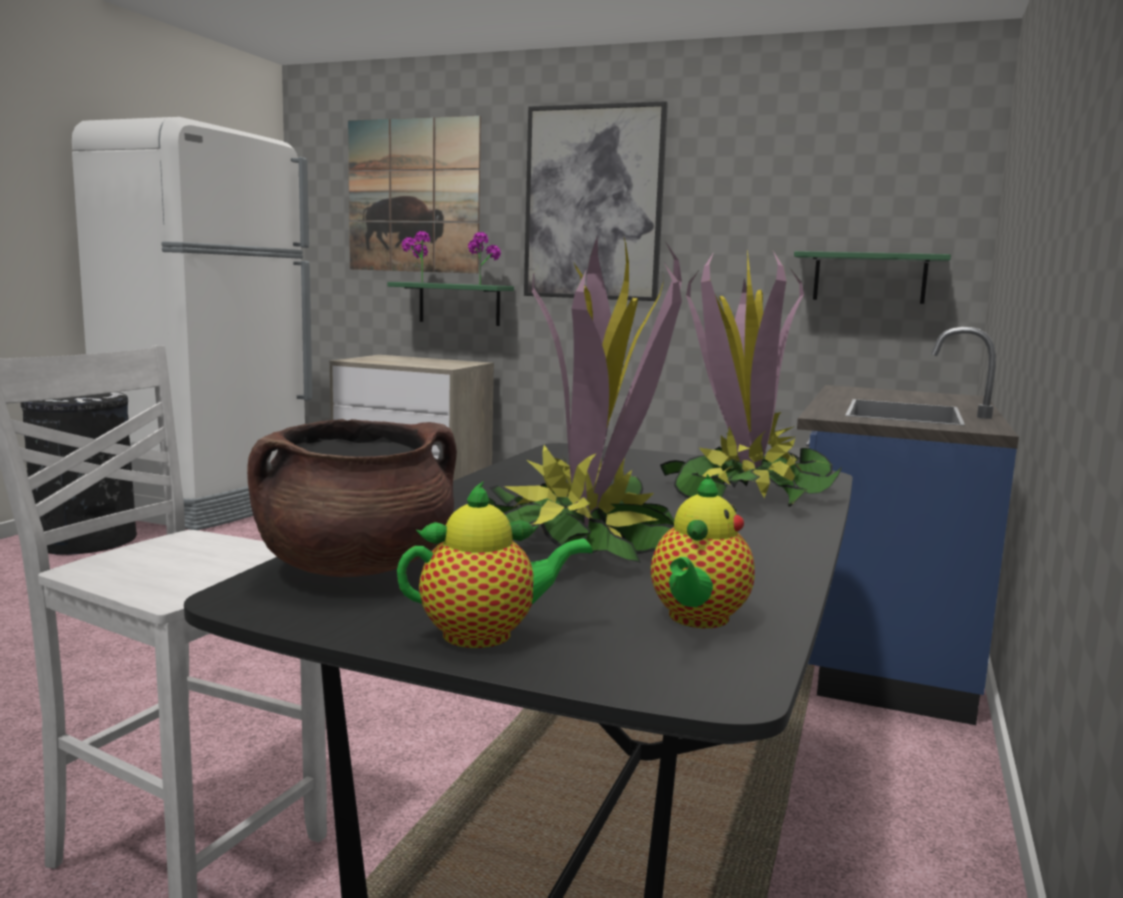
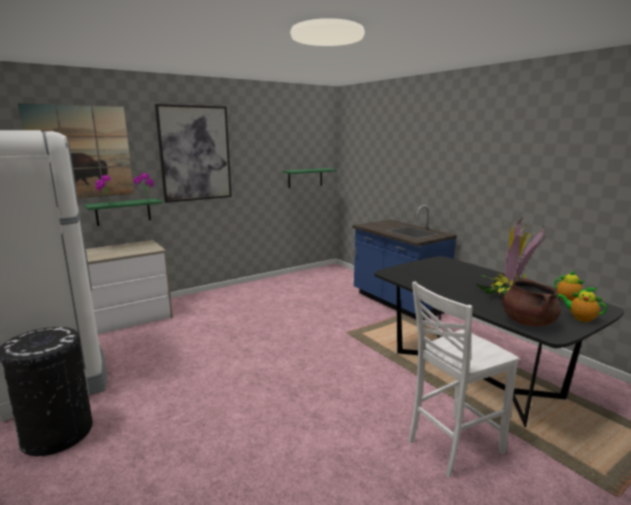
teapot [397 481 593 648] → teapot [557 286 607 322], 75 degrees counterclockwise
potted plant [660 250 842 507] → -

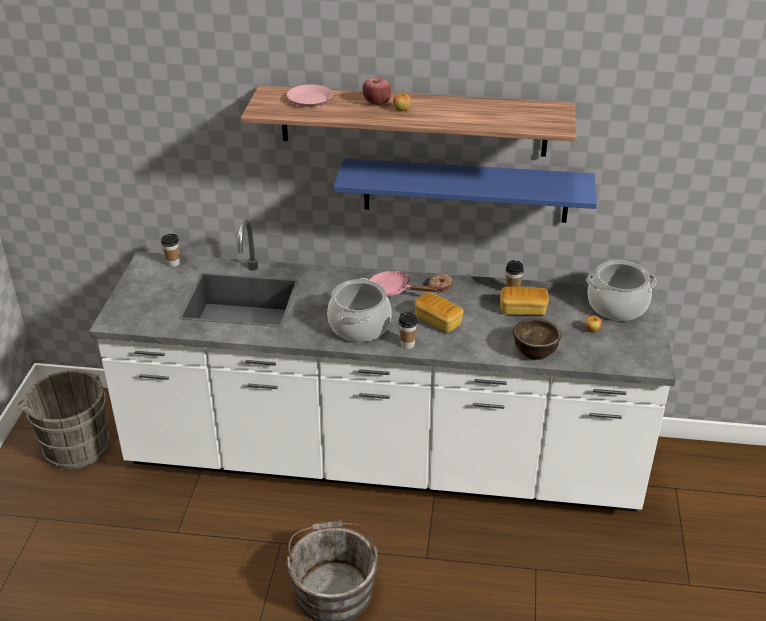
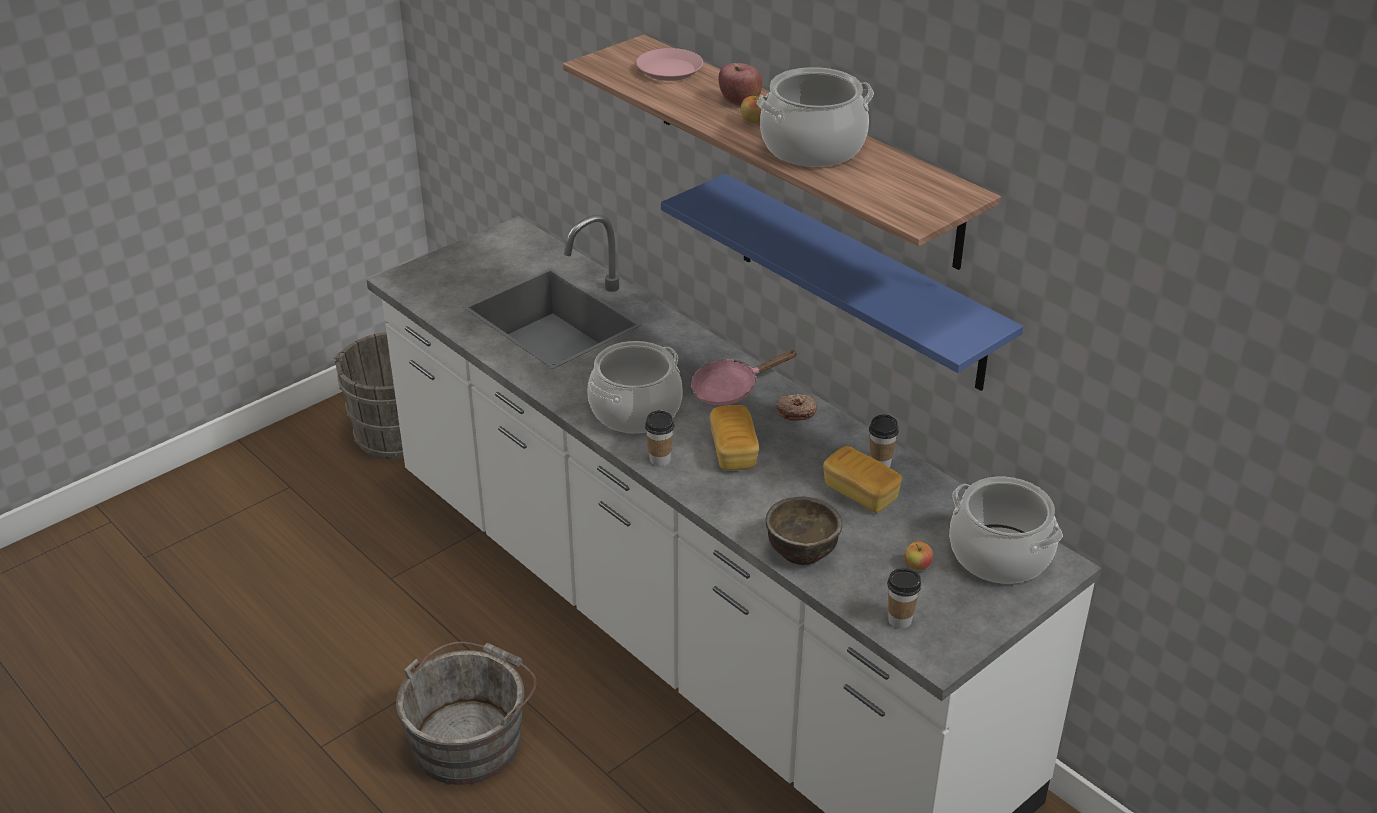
cup [161 234 180 267] → cup [887 568 921 629], moved
pink frying pan [369 271 438 297] → pink frying pan [691 350 798 405], 90 degrees counterclockwise
- → cooking pot [757 67 874 167]

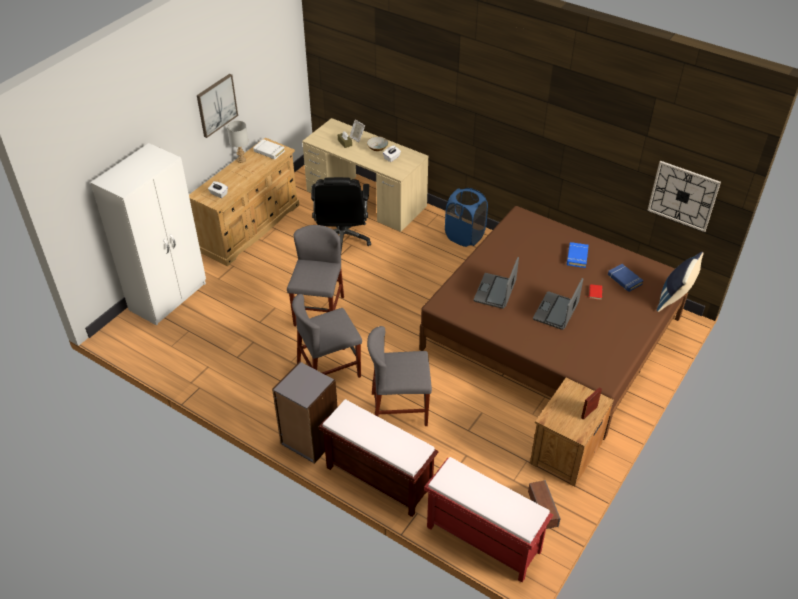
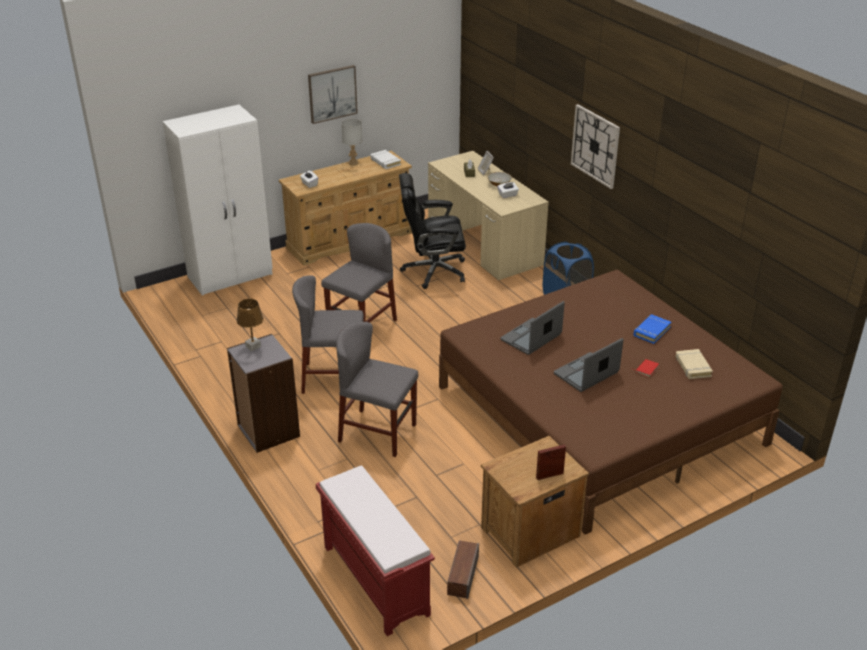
black office chair [311 177 371 252] → black office chair [399 173 466 289], 60 degrees clockwise
brown bench [319 399 438 517] → -
blue book [608 264 644 292] → beige book [675 349 713 379]
wall clock [647 161 721 232] → wall clock [571 104 620 189], moved
blue pillow [657 252 703 312] → -
- → brown table lamp [237 299 264 351]

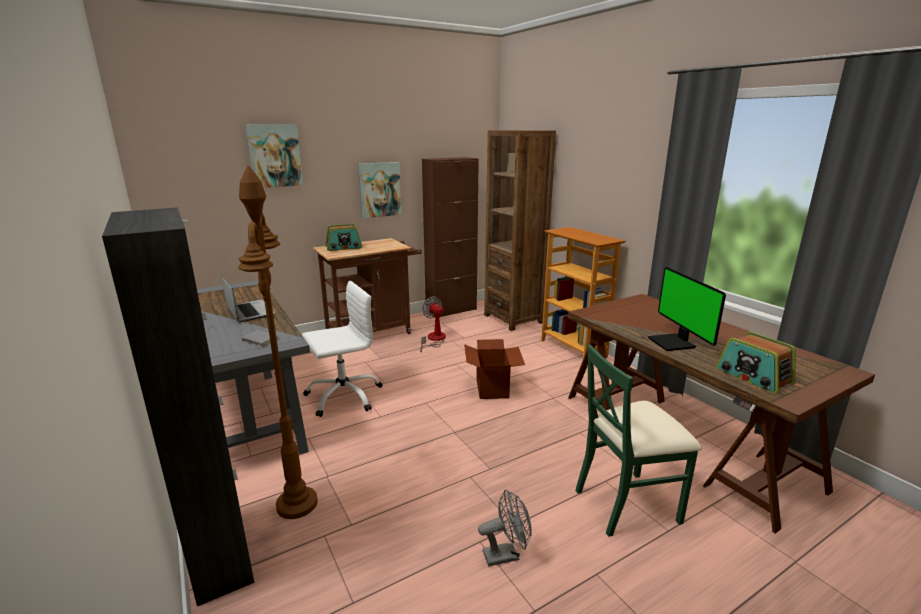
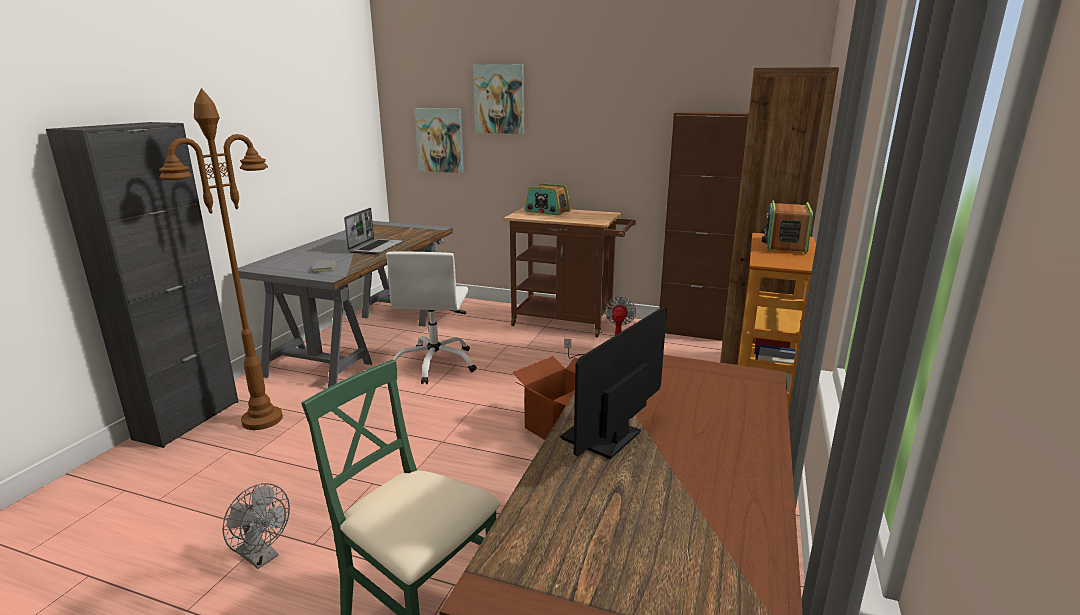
white office chair [302 281 383 417] → white office chair [386 252 477 384], 75 degrees clockwise
picture [358 162 402 219] → picture [414 108 464 173], moved
radio [716 331 796 393] → radio [761 200 813 254], moved

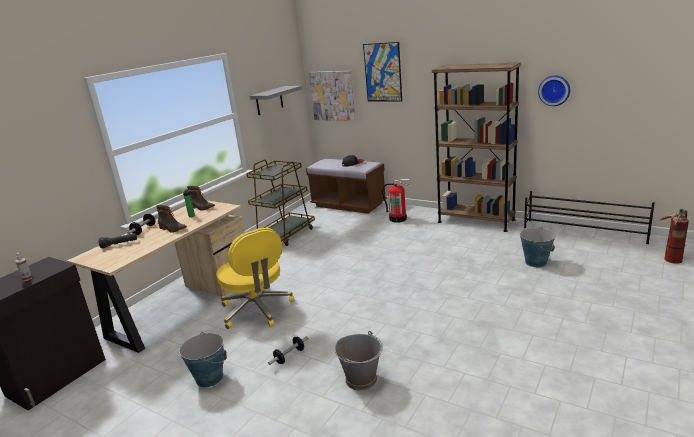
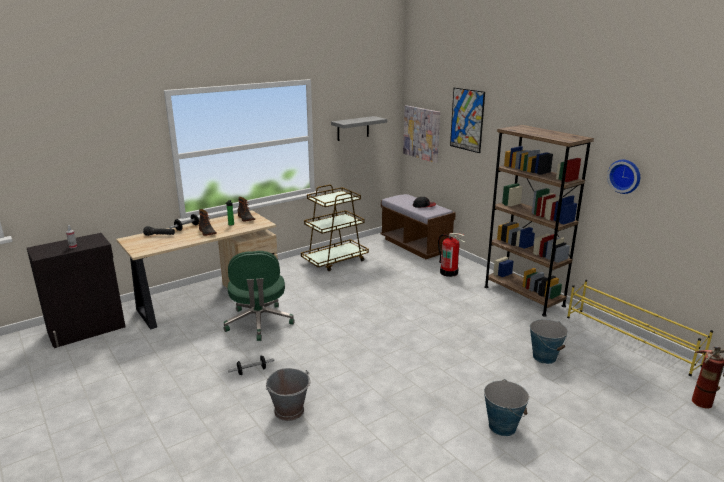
bucket [179 332 227 388] → bucket [484 379 529 436], moved
yellow office chair [216 228 294 329] → green office chair [224 251 294 341]
black shoe rack [524 191 655 244] → yellow shoe rack [567 280 713 376]

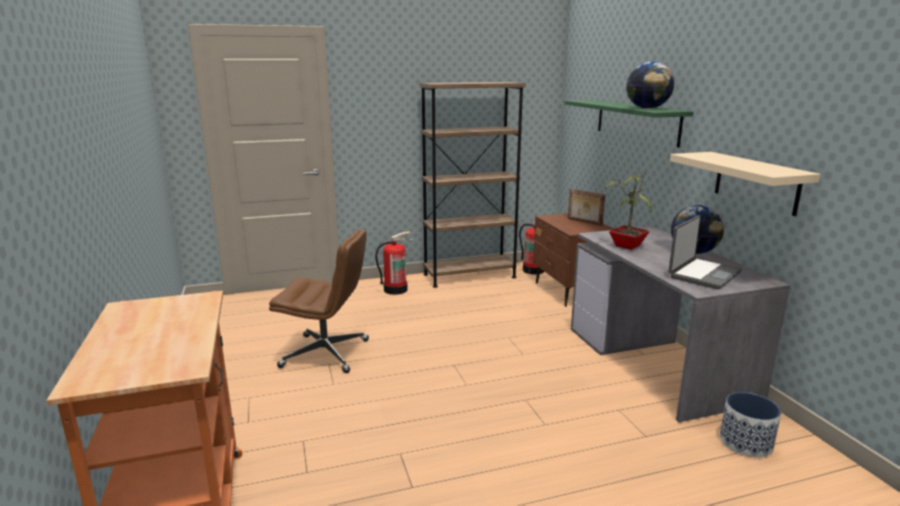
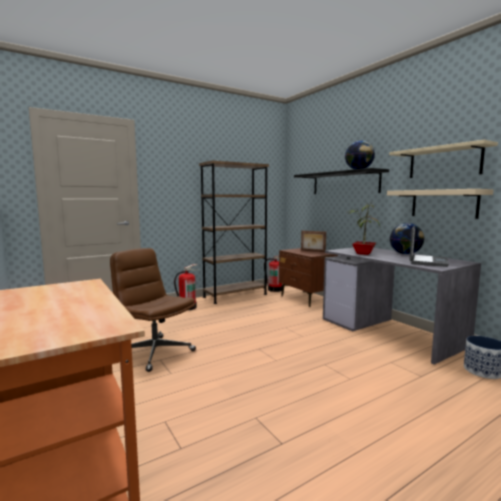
brown office chair [269 229 369 373] → brown office chair [110 248 196 372], 135 degrees counterclockwise
green shelf [564 100 694 147] → black shelf [294 168 389 194]
- → beige shelf [389 140 498 178]

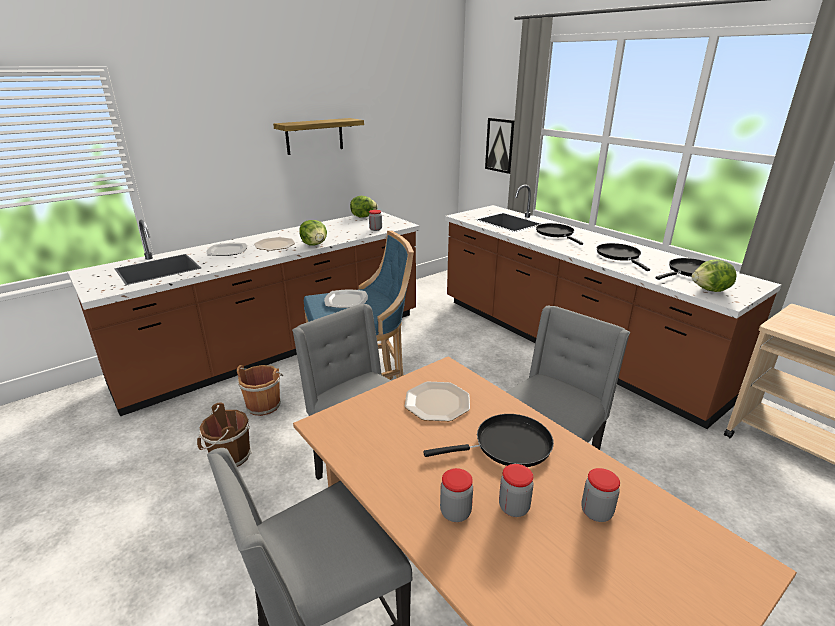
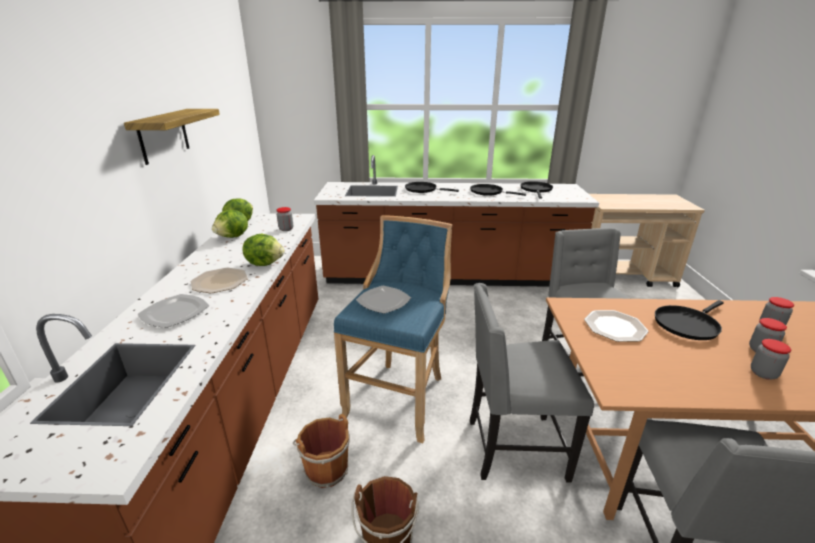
black frying pan [423 414 554 467] → black frying pan [655 300 724 340], 150 degrees counterclockwise
picture [485 118 515 174] → -
lettuce [691 260 737 292] → lettuce [212 210 248 238], moved

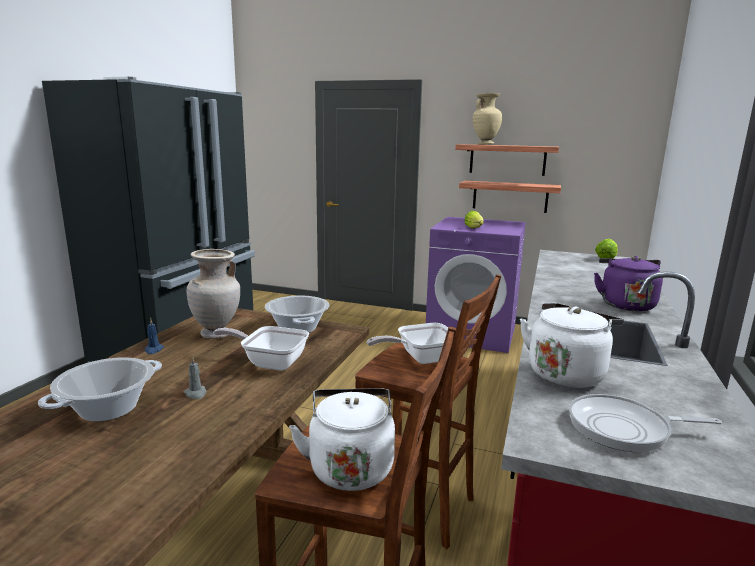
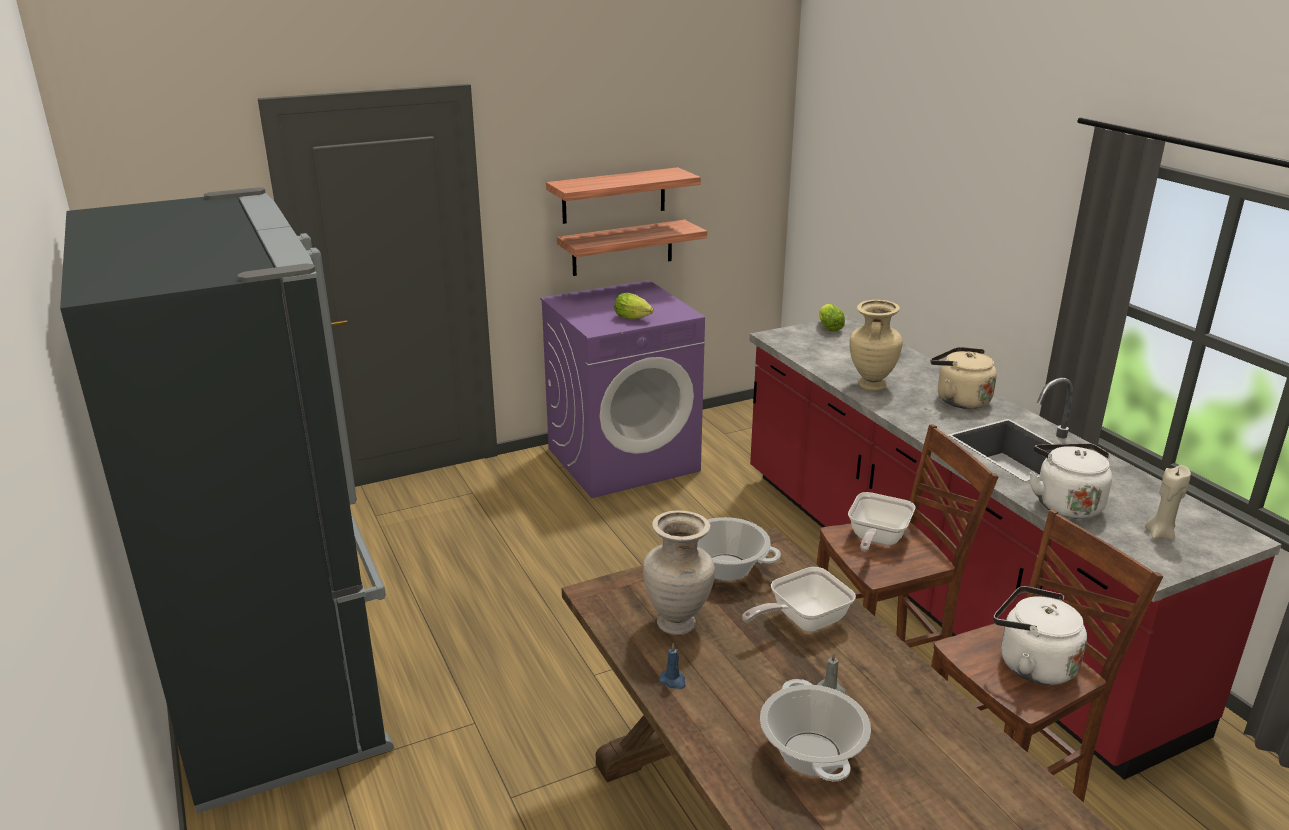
beige vase [472 93 502 145] → beige vase [849 300 902 391], moved
frying pan [569 394 722 452] → beige candle [1145 465 1191 540]
purple kettle [594 256 663 311] → beige kettle [931 347 997 409]

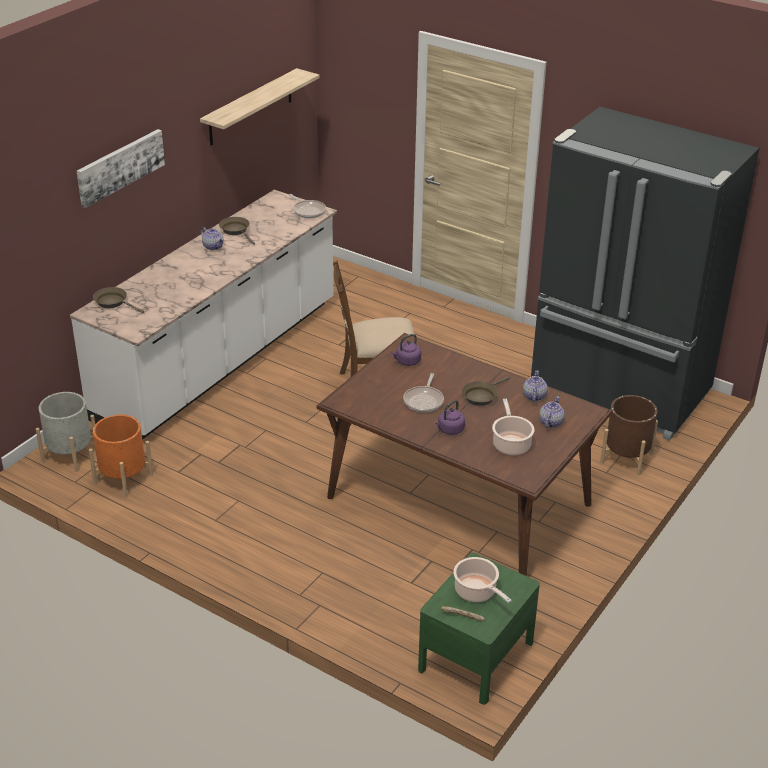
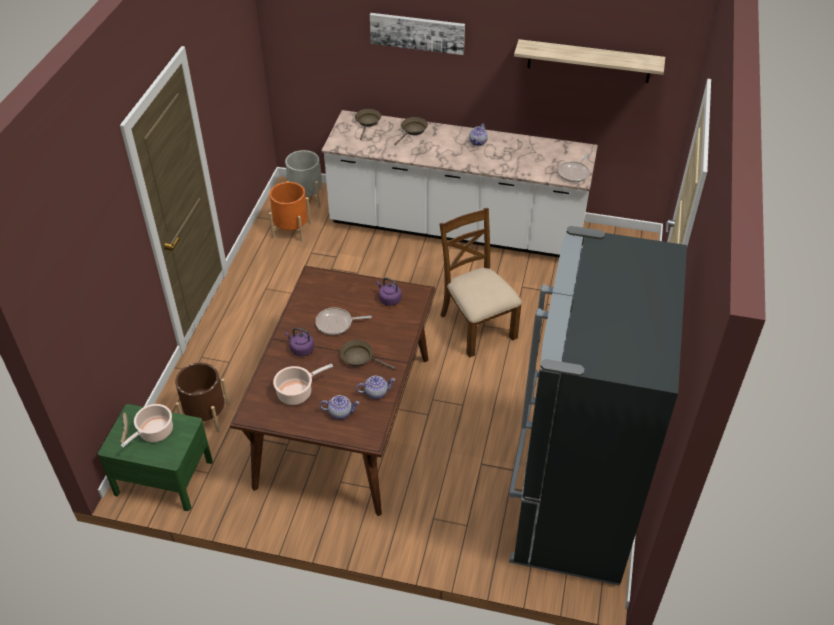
brown frying pan [219 217 255 245] → brown frying pan [394 117 428 145], moved
brown planter [600 395 658 476] → brown planter [175 363 230 433], moved

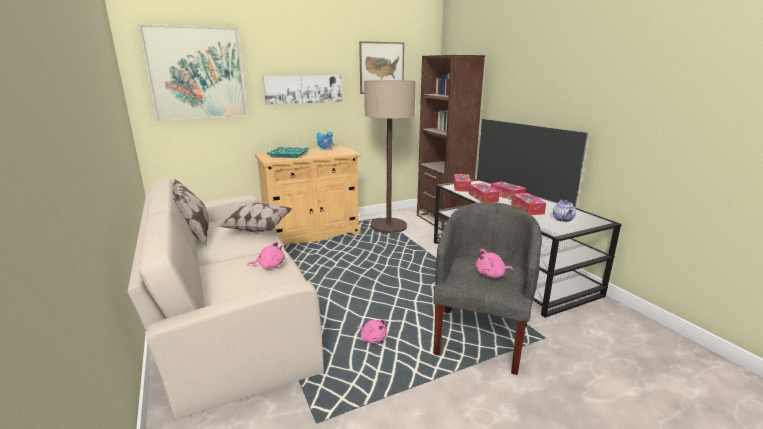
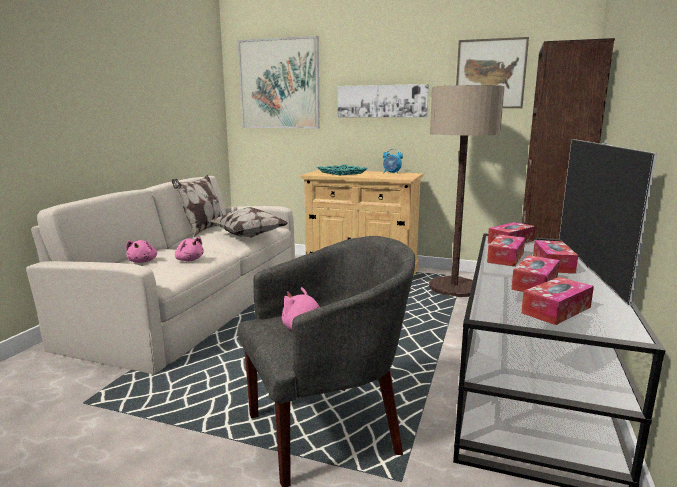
pink plush toy [357 319 387 344] → pink plush toy [126 240 157 263], moved
teapot [553 200 576 222] → tissue box [521 277 594 325]

